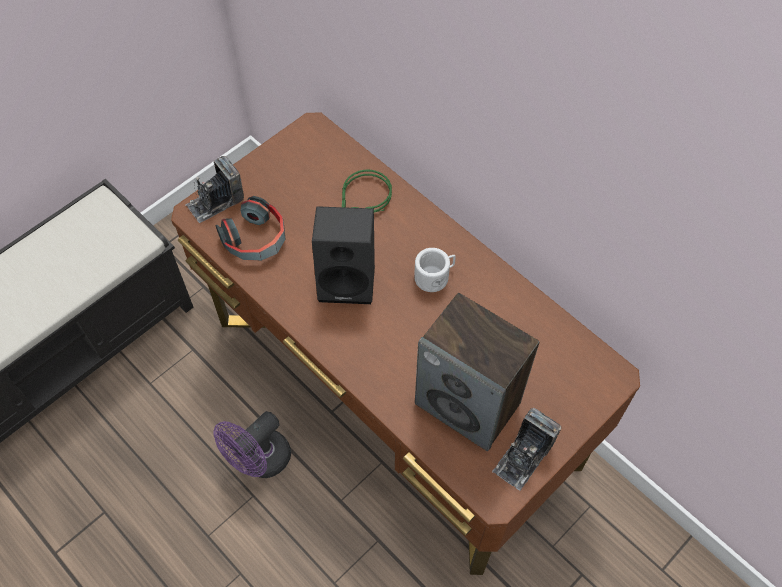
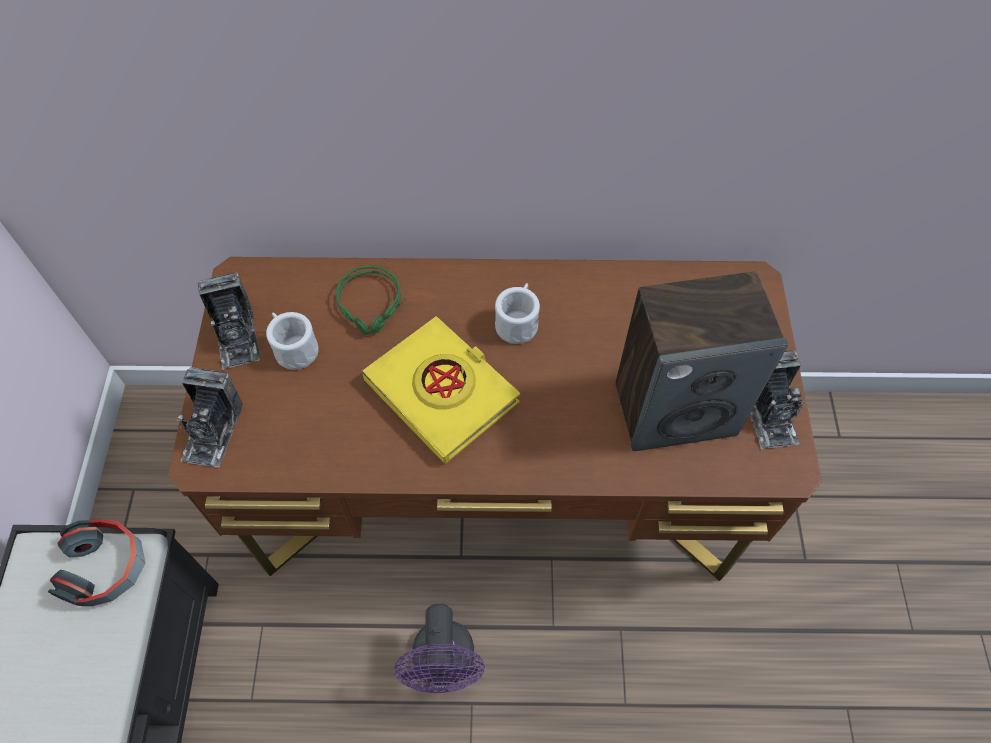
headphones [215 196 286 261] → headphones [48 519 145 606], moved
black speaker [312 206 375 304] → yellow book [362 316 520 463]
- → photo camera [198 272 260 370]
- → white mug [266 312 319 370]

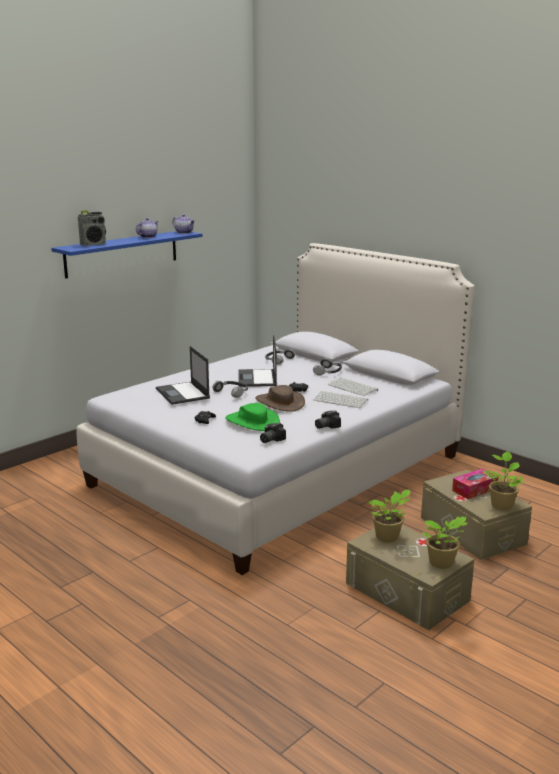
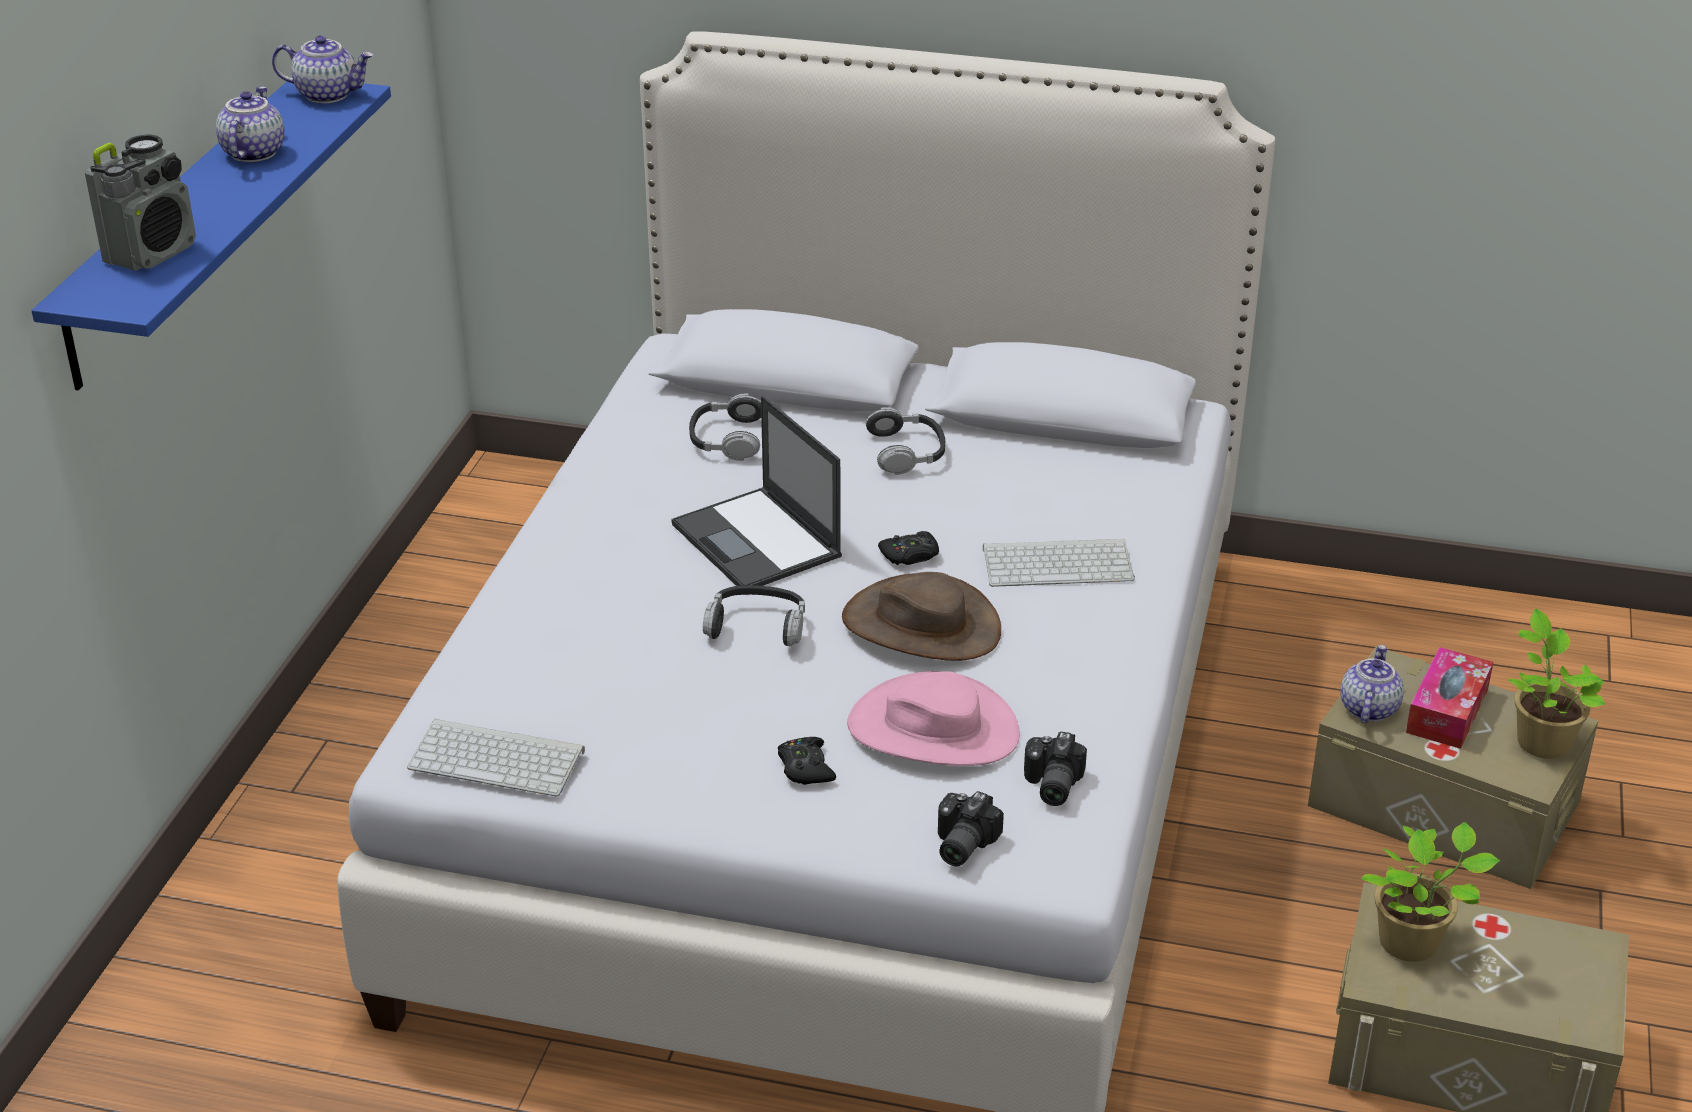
laptop [156 346 210 405] → -
green hat [225 403 280 431] → pink hat [847 671 1020 766]
photo camera [315 410 341 429] → photo camera [938 791 1004 866], moved
keyboard [327 377 378 396] → keyboard [407 718 585 796], moved
potted plant [422 517 467 569] → -
- → teapot [1341 645 1404 723]

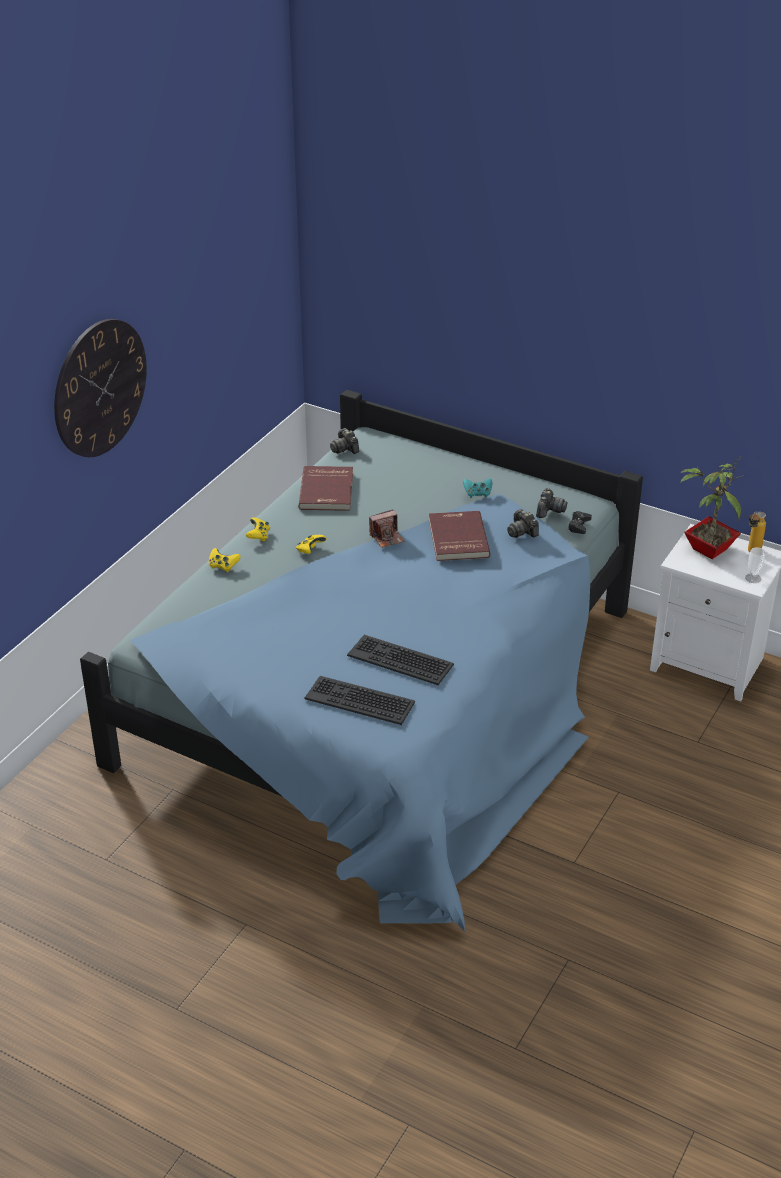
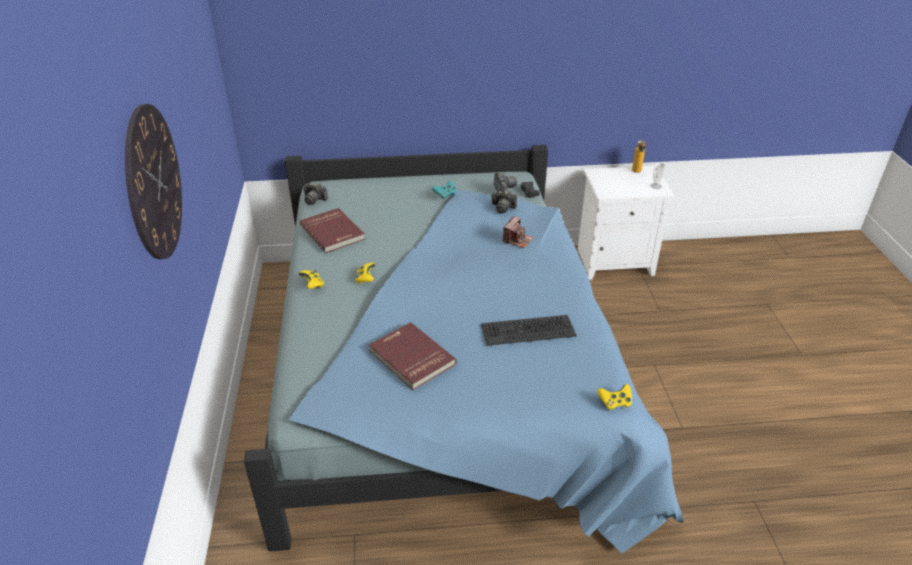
yellow game controller [209 548 241 573] → yellow game controller [597 384 632 410], moved
keyboard [304 676 415 725] → -
photo camera [369 509 405 548] → photo camera [503 217 534 248], moved
red book [429 511 491 561] → red book [369 322 457 390], moved
potted plant [679 456 744 559] → -

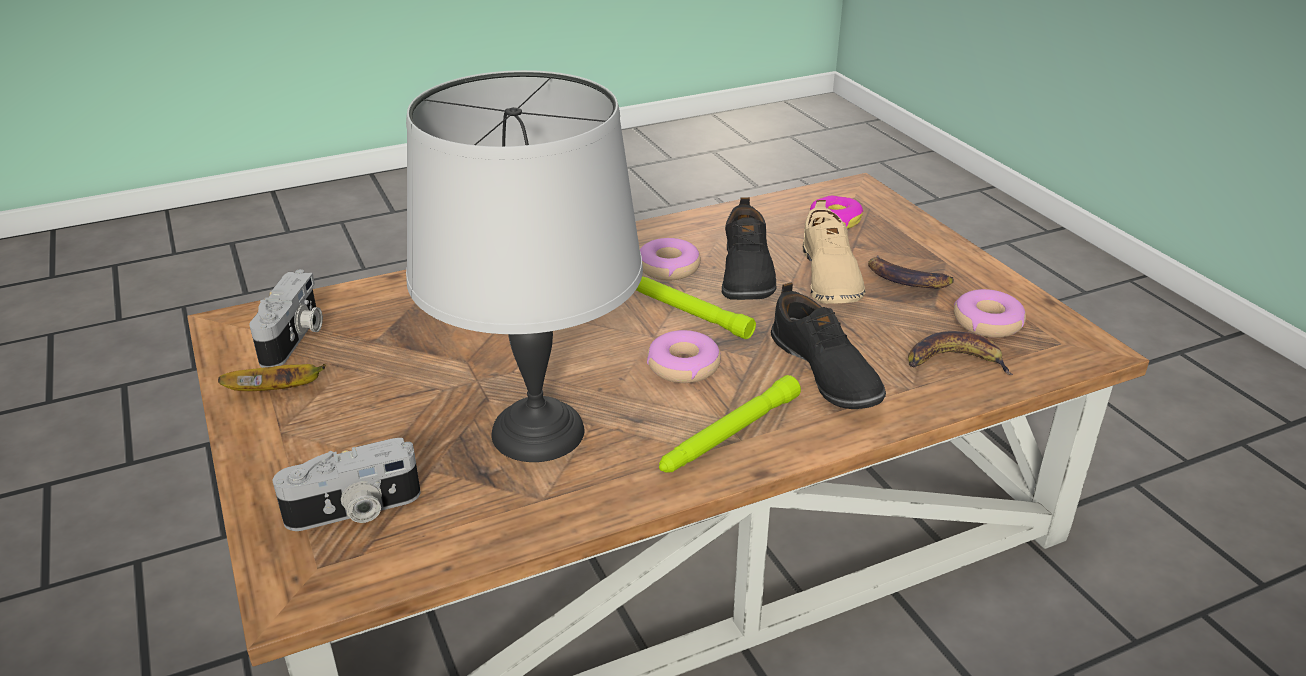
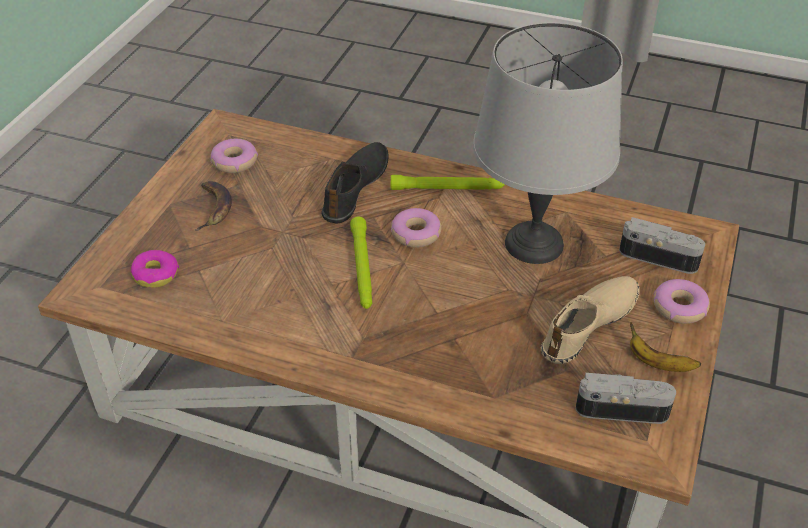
photo camera [249 269 323 368] → photo camera [576 373 676 424], 45 degrees clockwise
donut [640 238 701 281] → donut [653 279 710 324], moved
black shoe [722 197 777 300] → -
beige shoe [803 200 866 304] → beige shoe [540 276 640 364], moved
banana [908 331 1013 375] → -

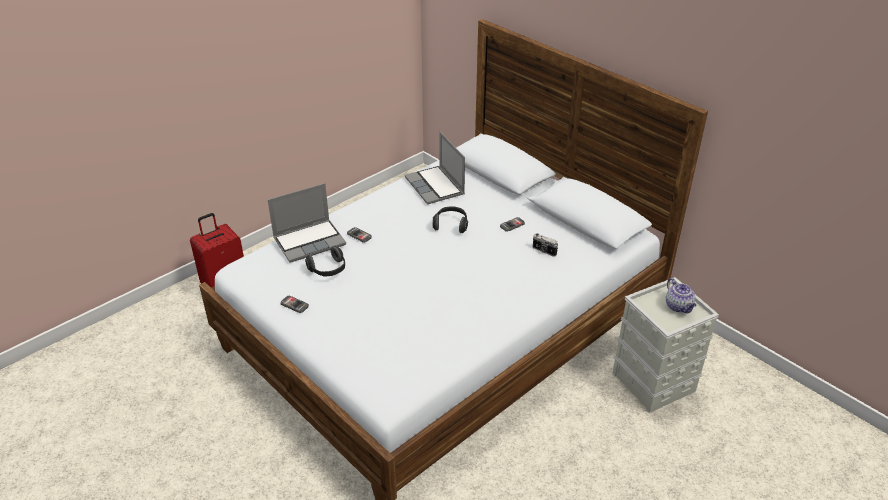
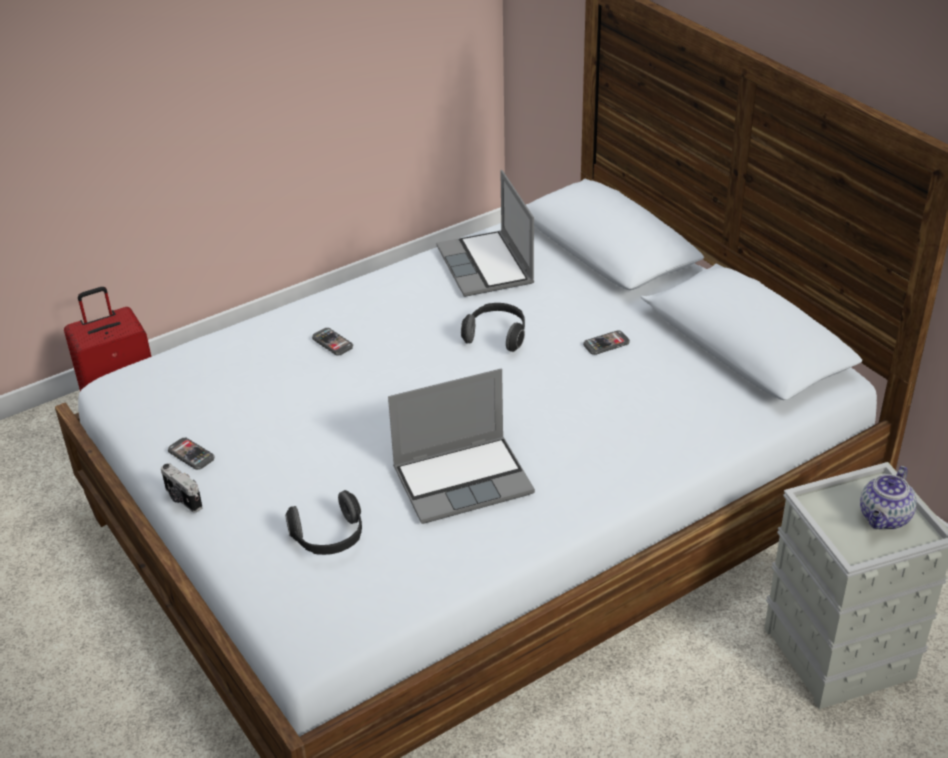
laptop [268 183 346 263] → laptop [388 369 535 524], moved
headphones [305 246 345 276] → headphones [285 490 362 555], moved
photo camera [533 233 558 257] → photo camera [161 463 203 513], moved
teapot [666 278 697 313] → teapot [860 466 917 529], 45 degrees clockwise

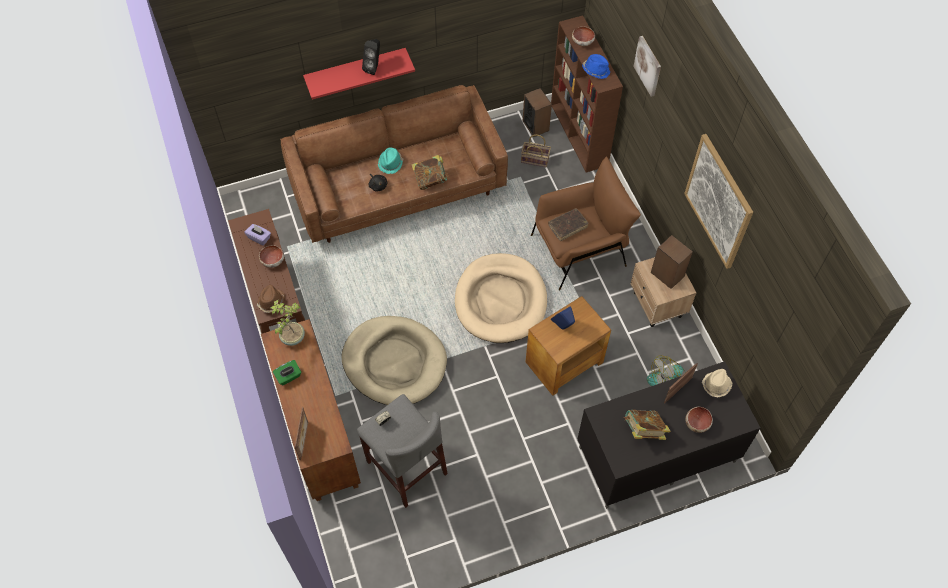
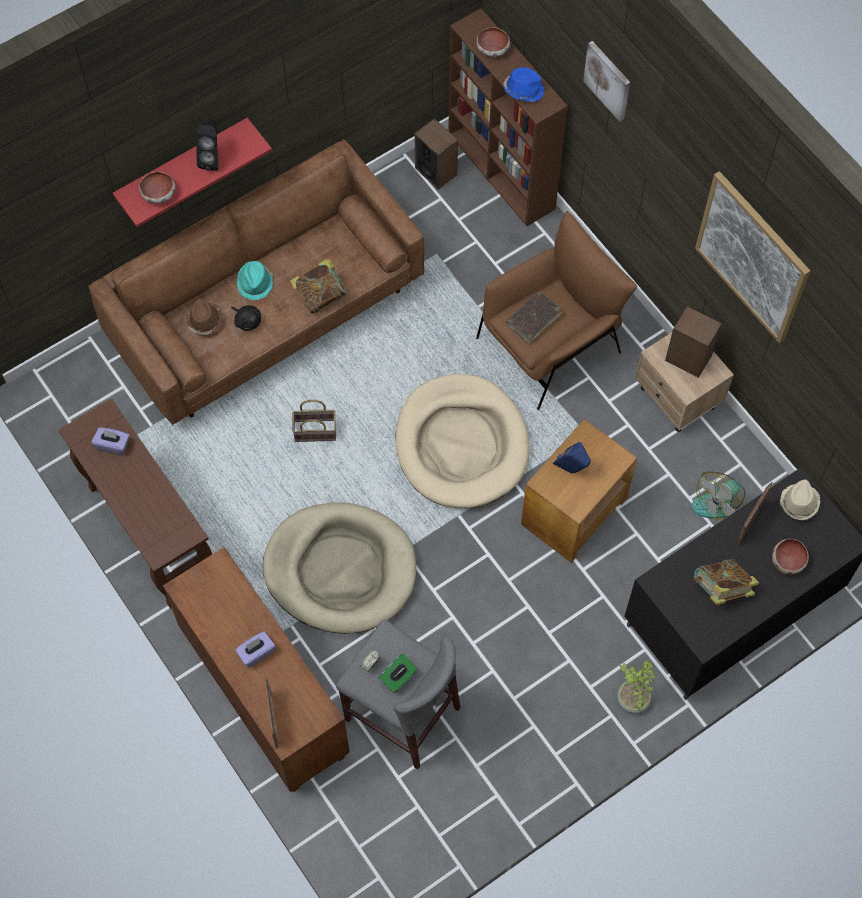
brown hat [257 285 285 313] → brown hat [187 298 222 335], moved
bowl [259 245 284 268] → bowl [139 172 175 204], moved
potted plant [271 300 305 346] → potted plant [617 660 655 713], moved
green tissue box [273 360 301 385] → green tissue box [379 654 417 693], moved
basket [521 134 551 167] → basket [292 400 336 442], moved
- → purple tissue box [235 631 275 667]

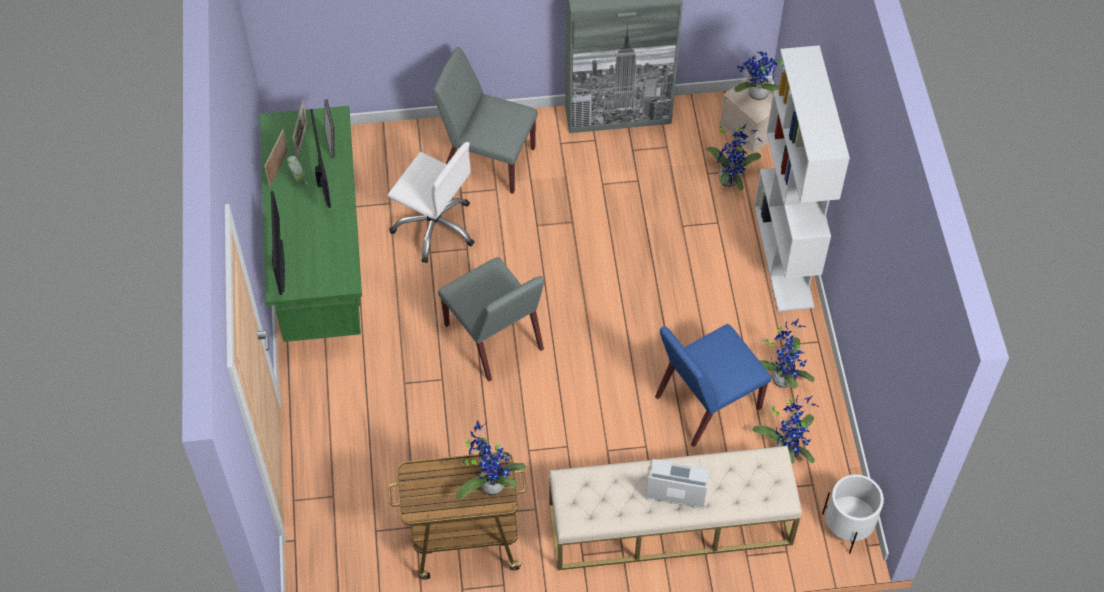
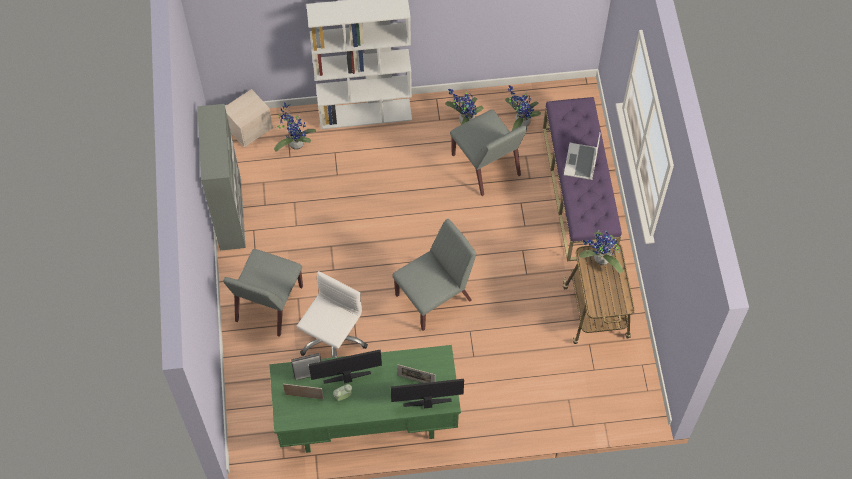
picture frame [265 129 288 187] → picture frame [397 364 435 383], moved
beige bench [549 446 802 570] → purple bench [543 97 622 261]
blue chair [655 324 771 447] → grey chair [450 109 527 196]
potted plant [734 51 785 100] → -
white planter [822 474 884 554] → -

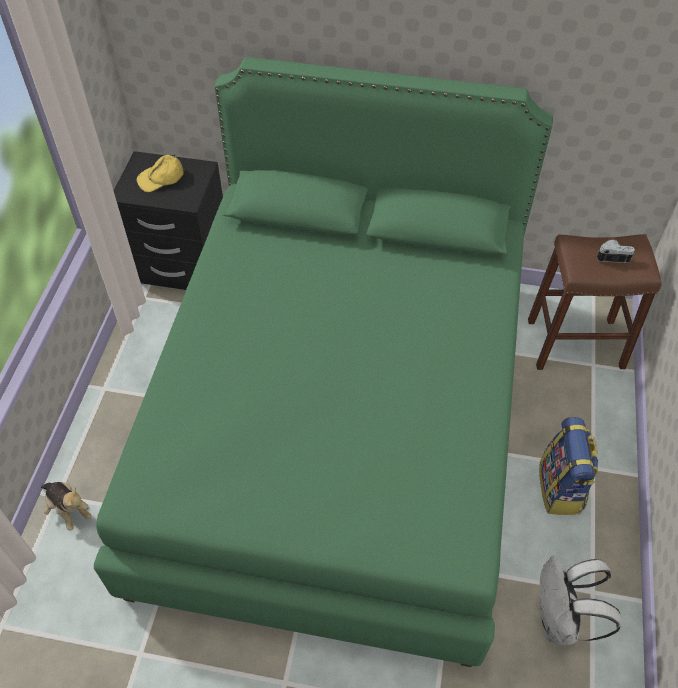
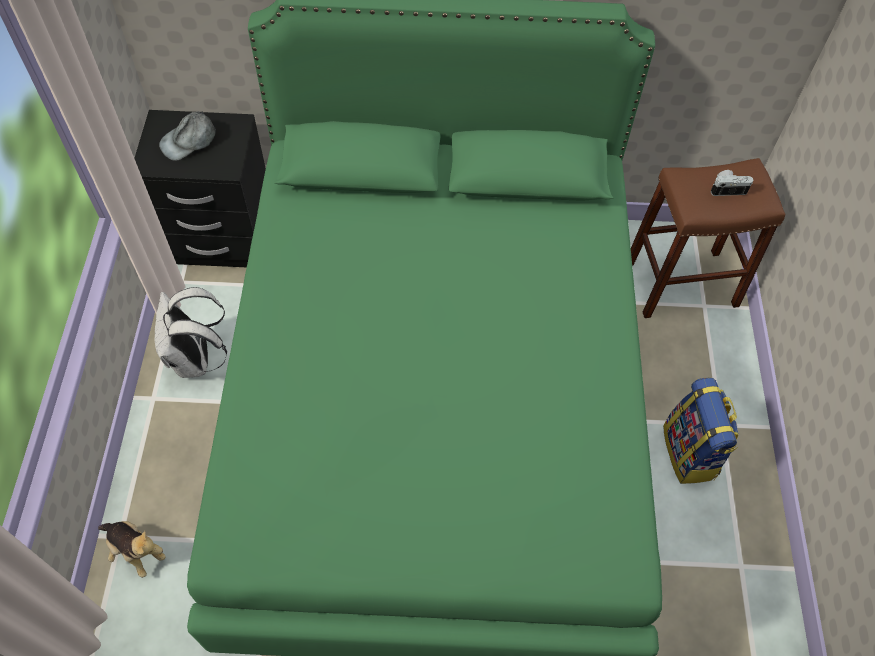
yellow cap [137 154 184 192] → grey cap [159 111 216 161]
white backpack [539 556 621 645] → white backpack [155 287 227 378], moved

